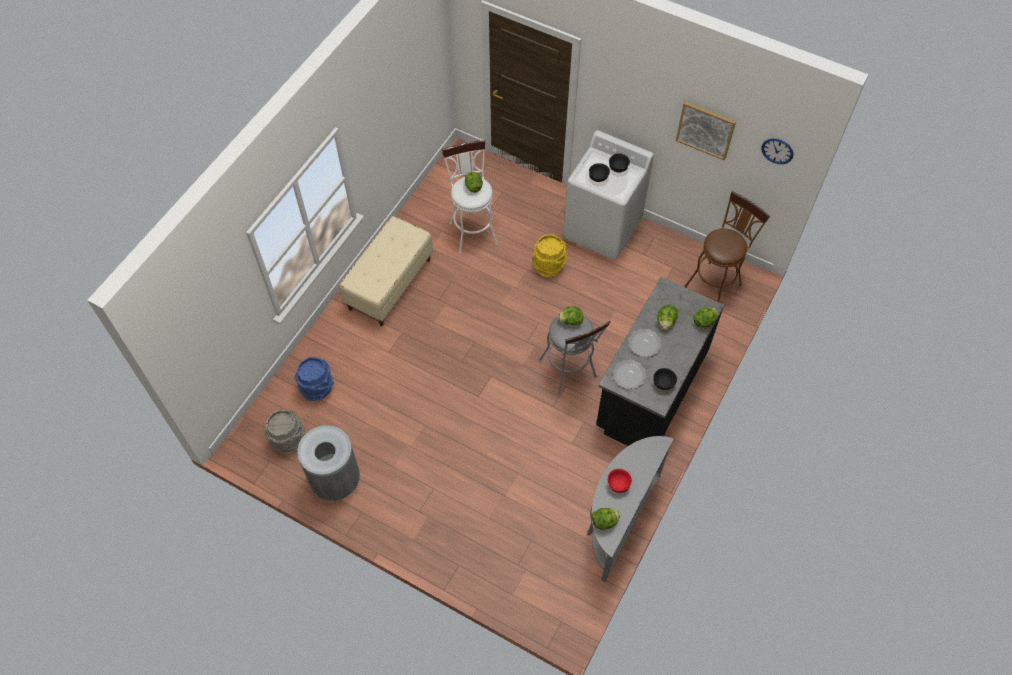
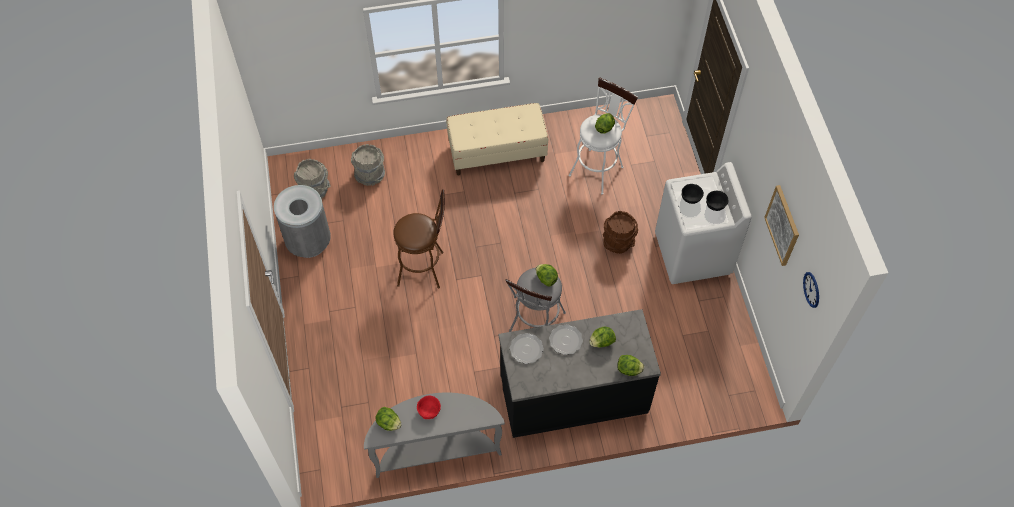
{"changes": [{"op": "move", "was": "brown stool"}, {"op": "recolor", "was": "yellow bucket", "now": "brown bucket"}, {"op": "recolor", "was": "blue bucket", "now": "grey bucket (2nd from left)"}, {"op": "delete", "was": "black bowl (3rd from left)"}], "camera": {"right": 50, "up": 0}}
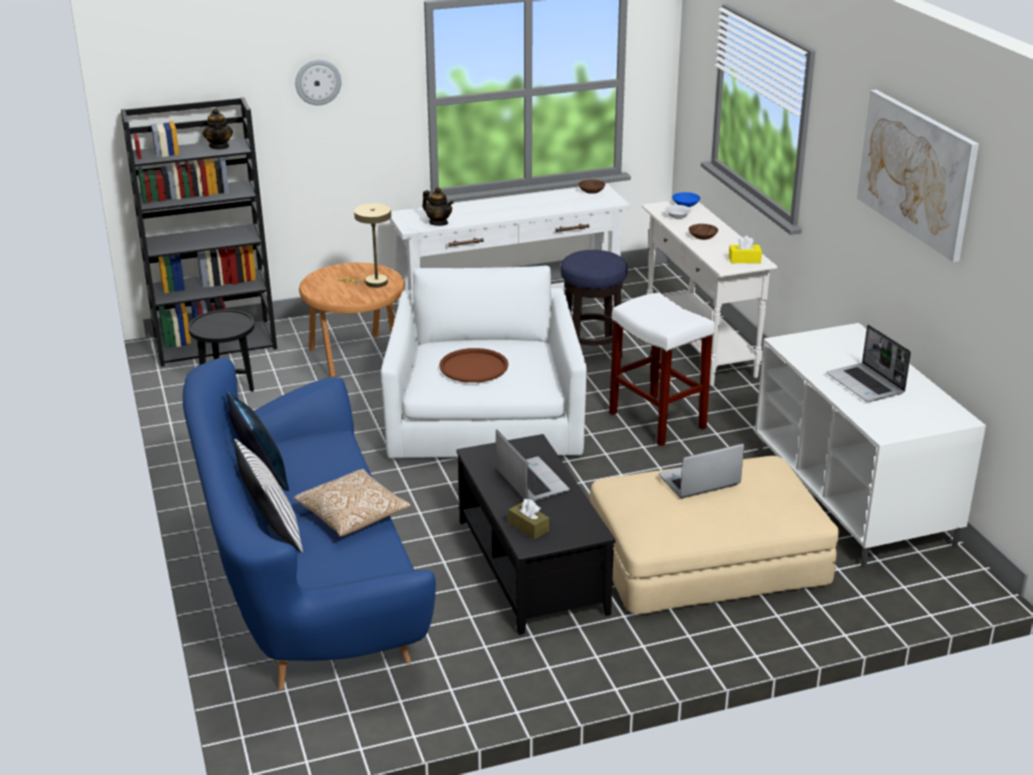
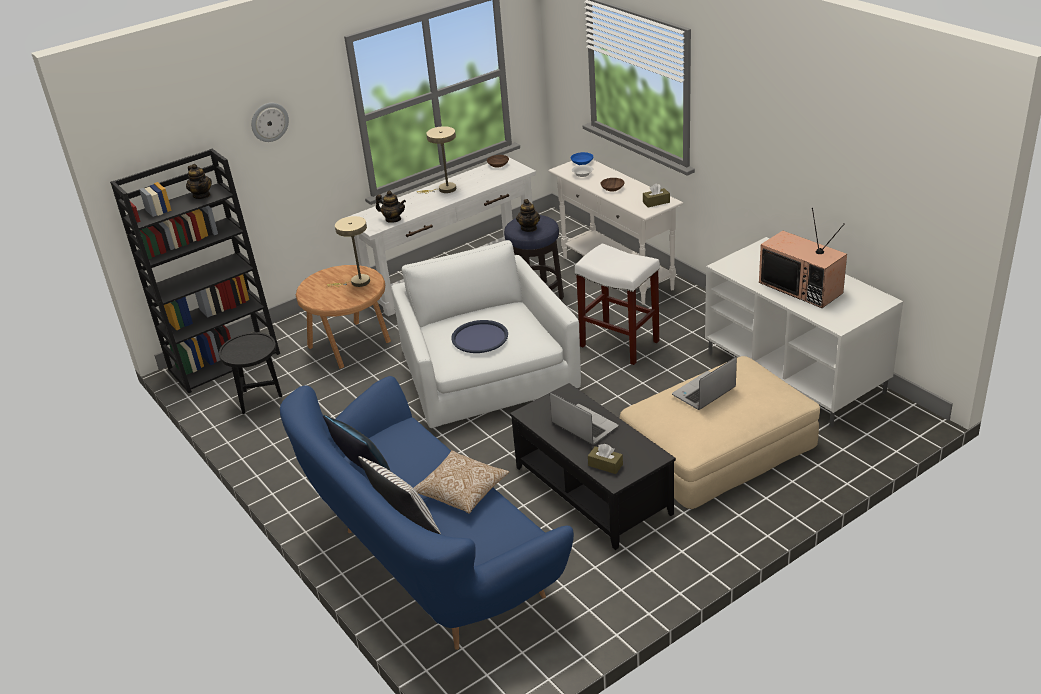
{"changes": [{"op": "delete", "was": "picture"}, {"op": "recolor", "was": "yellow tissue box", "now": "brown tissue box (2nd from left)"}, {"op": "replace", "was": "laptop (3rd from left)", "now": "television"}, {"op": "recolor", "was": "brown tray", "now": "blue tray"}, {"op": "insert", "now": "beige table lamp (2nd from left)"}, {"op": "insert", "now": "teapot (3rd from left)"}], "camera": {"right": -15, "up": 5}}
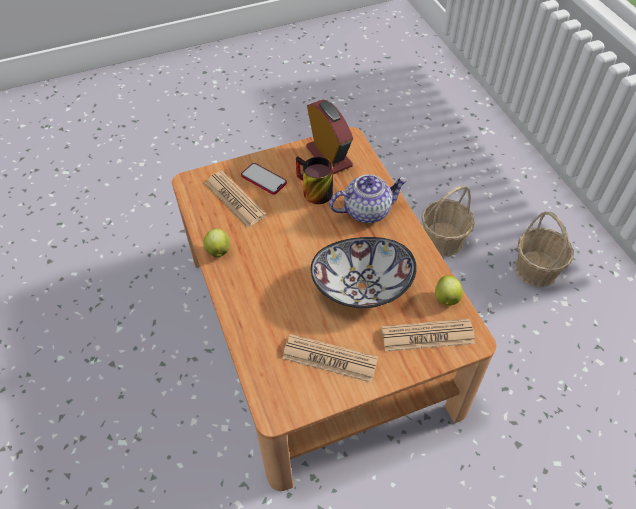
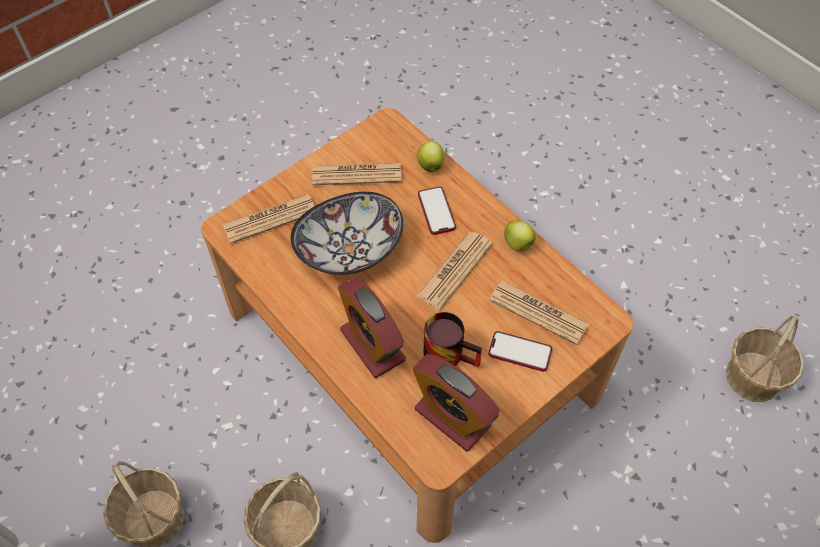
{"changes": [{"op": "replace", "was": "teapot", "now": "alarm clock (1st from left)"}, {"op": "move", "was": "apple (2nd from left in the first image)", "now": "apple (1st from left)"}, {"op": "insert", "now": "phone (1st from left)"}, {"op": "insert", "now": "newspaper (3rd from left)"}, {"op": "insert", "now": "basket (3rd from left)"}], "camera": {"right": 160, "up": 5}}
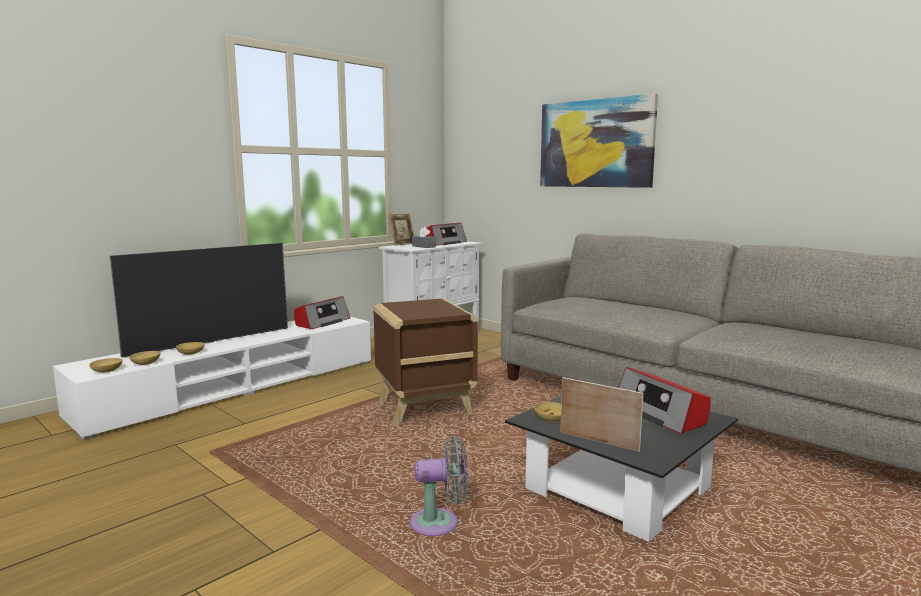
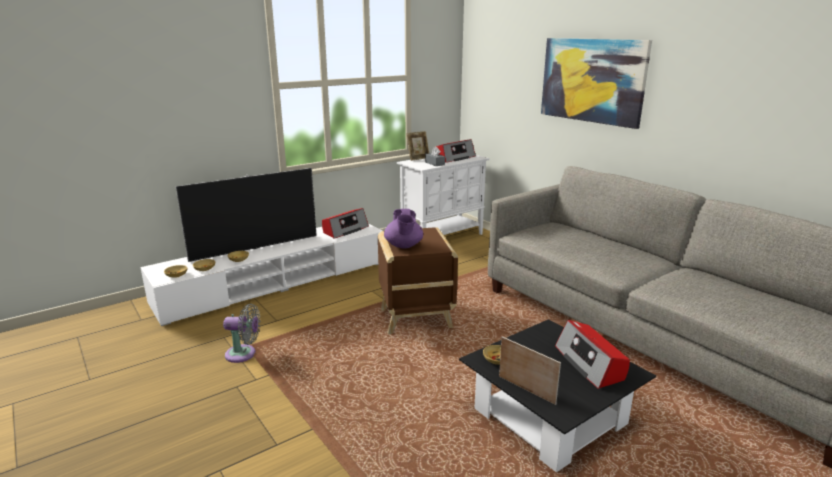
{"changes": [{"op": "move", "was": "grey fan"}, {"op": "insert", "now": "purple teapot"}], "camera": {"right": 10, "up": 10}}
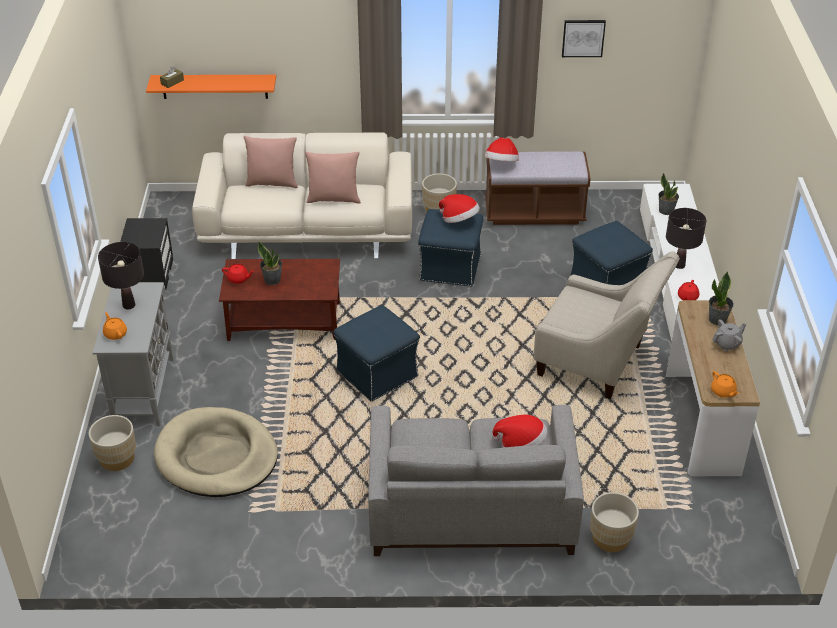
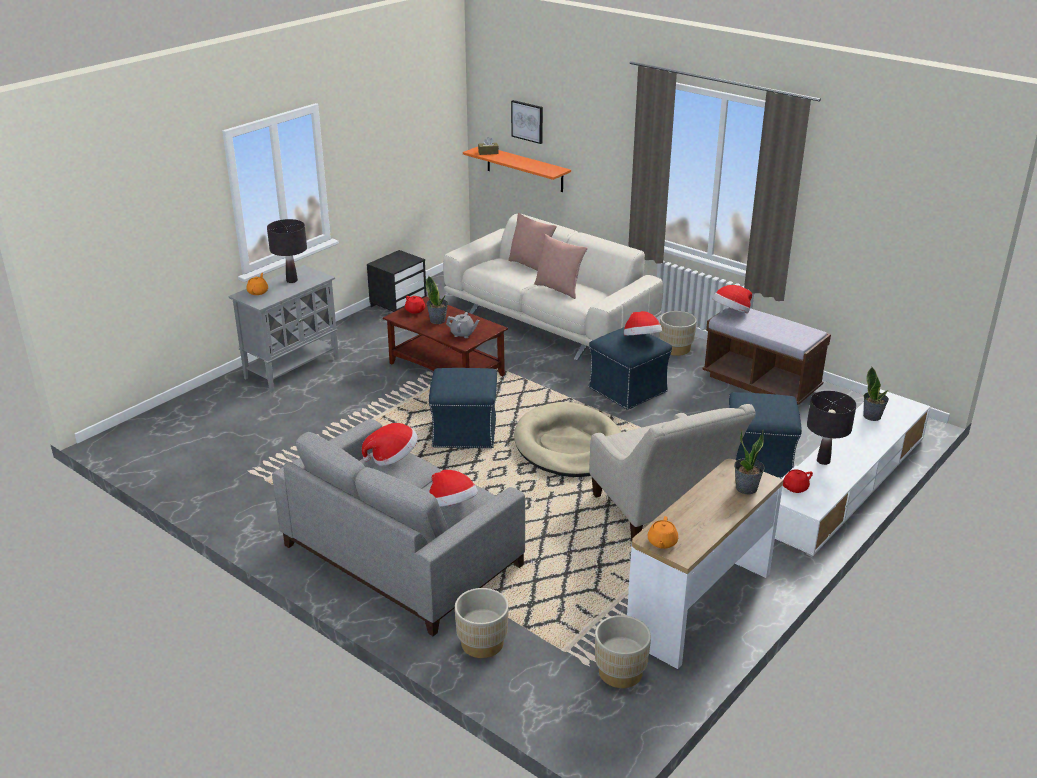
{"changes": [{"op": "move", "was": "picture"}, {"op": "move", "was": "grey teapot"}, {"op": "move", "was": "beige dog bed"}, {"op": "move", "was": "beige planter (1st from left in the first image)", "now": "beige planter (2nd from left)"}, {"op": "insert", "now": "hat (1st from left)"}], "camera": {"right": 40, "up": -10}}
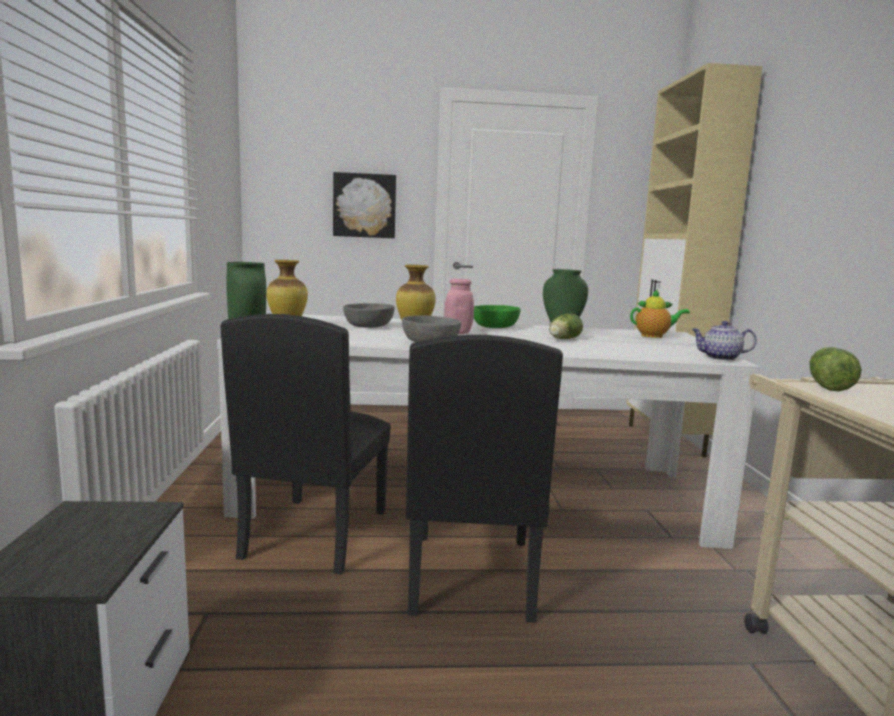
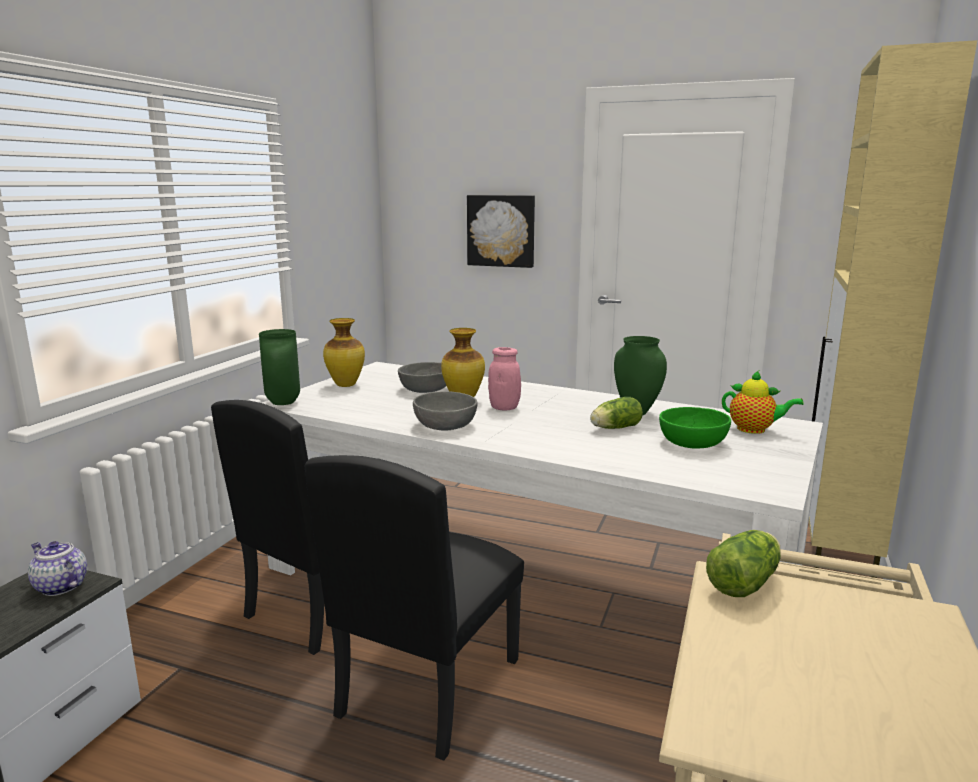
{"changes": [{"op": "move", "was": "green bowl"}, {"op": "move", "was": "teapot (2nd from left in the first image)", "now": "teapot (1st from left)"}], "camera": {"right": 25, "up": 5}}
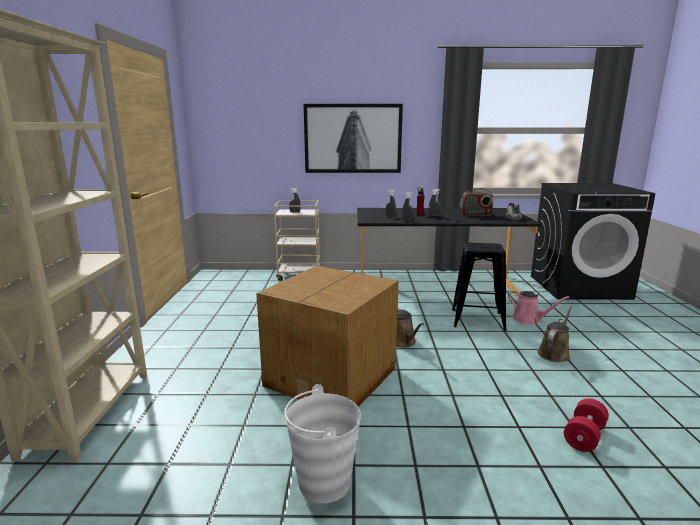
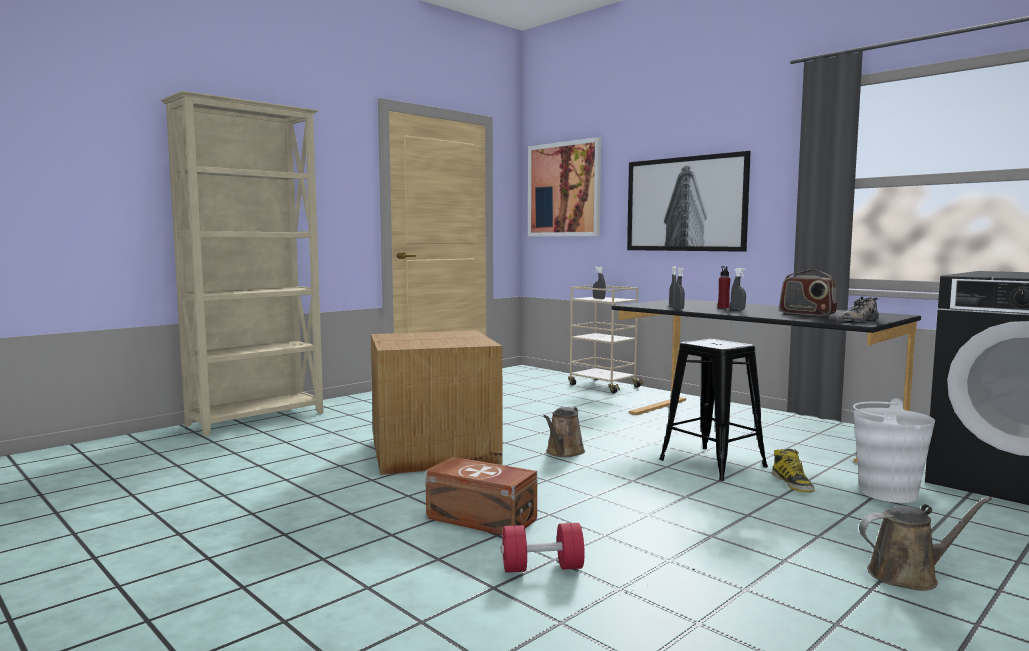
{"changes": [{"op": "replace", "was": "pink watering can", "now": "boot"}, {"op": "move", "was": "brown watering can (2nd from left)"}, {"op": "move", "was": "white bucket"}, {"op": "insert", "now": "picture (1st from left)"}, {"op": "insert", "now": "brown storage box"}], "camera": {"right": 45, "up": -10}}
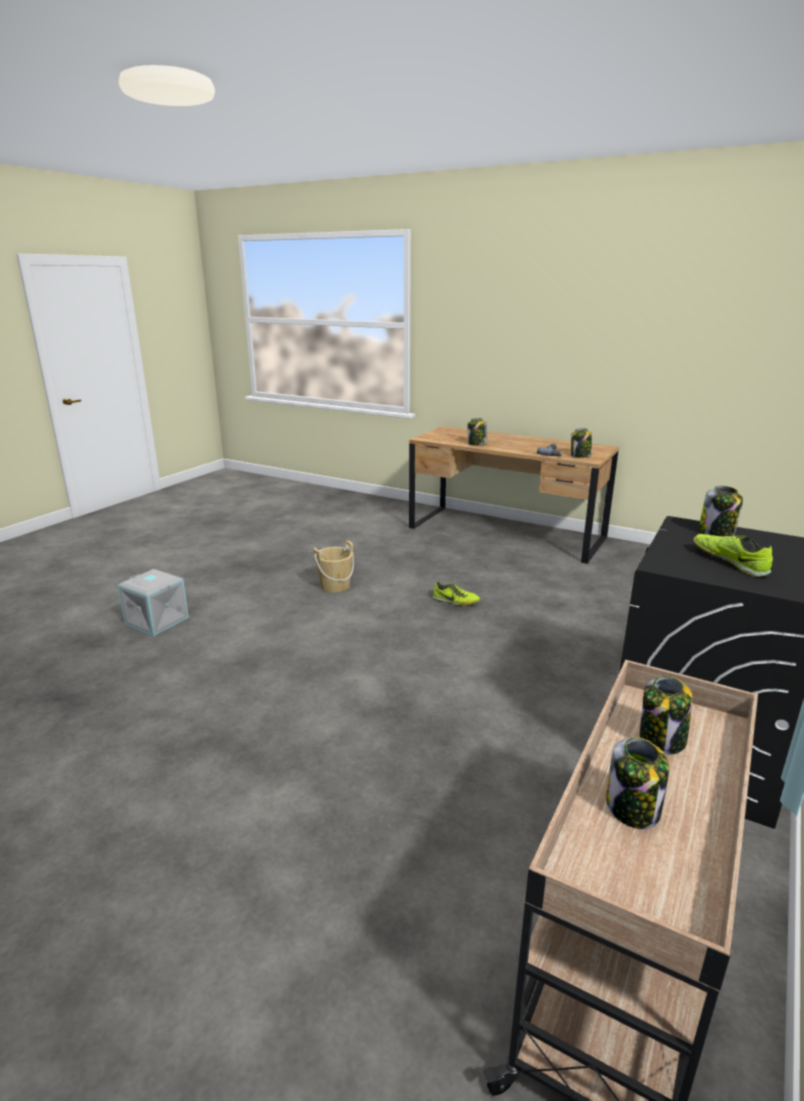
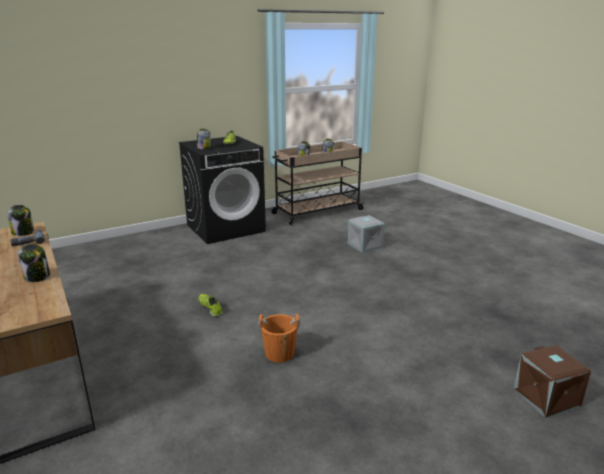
{"changes": [{"op": "recolor", "was": "beige bucket", "now": "orange bucket"}, {"op": "move", "was": "grey storage box"}, {"op": "insert", "now": "brown storage box"}], "camera": {"right": -150, "up": 0}}
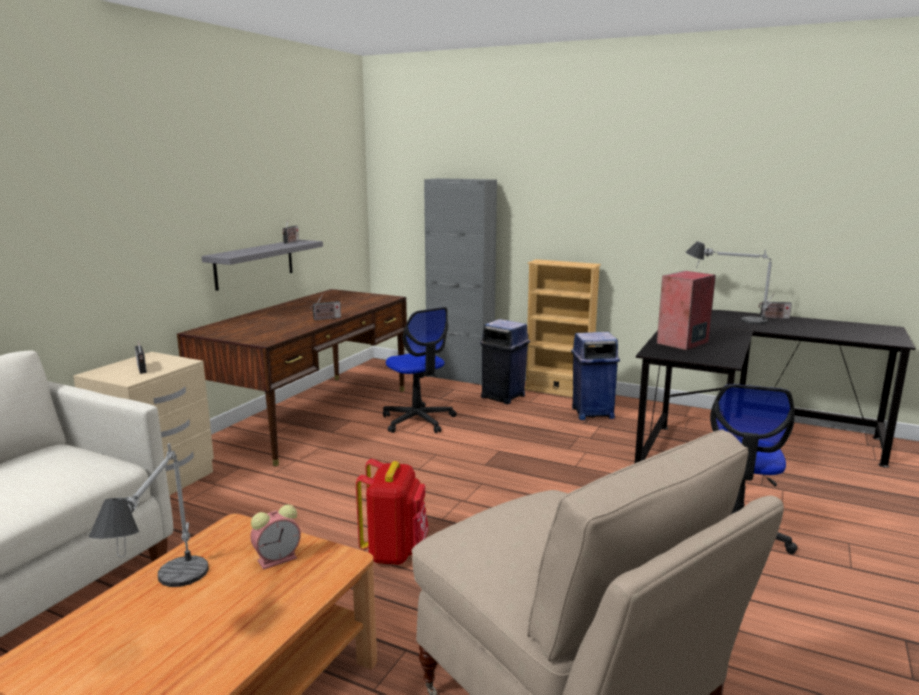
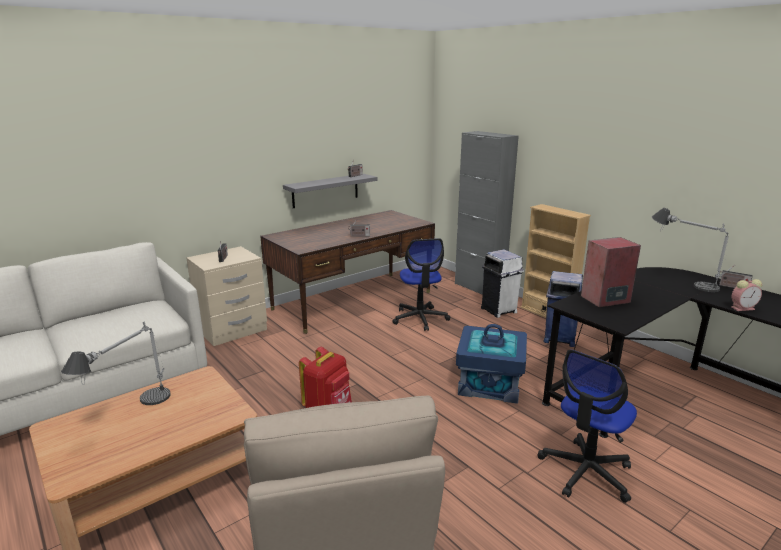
{"changes": [{"op": "recolor", "was": "blue trash can (1st from left)", "now": "white trash can"}, {"op": "move", "was": "alarm clock"}, {"op": "insert", "now": "blue storage box"}], "camera": {"right": 25, "up": 5}}
